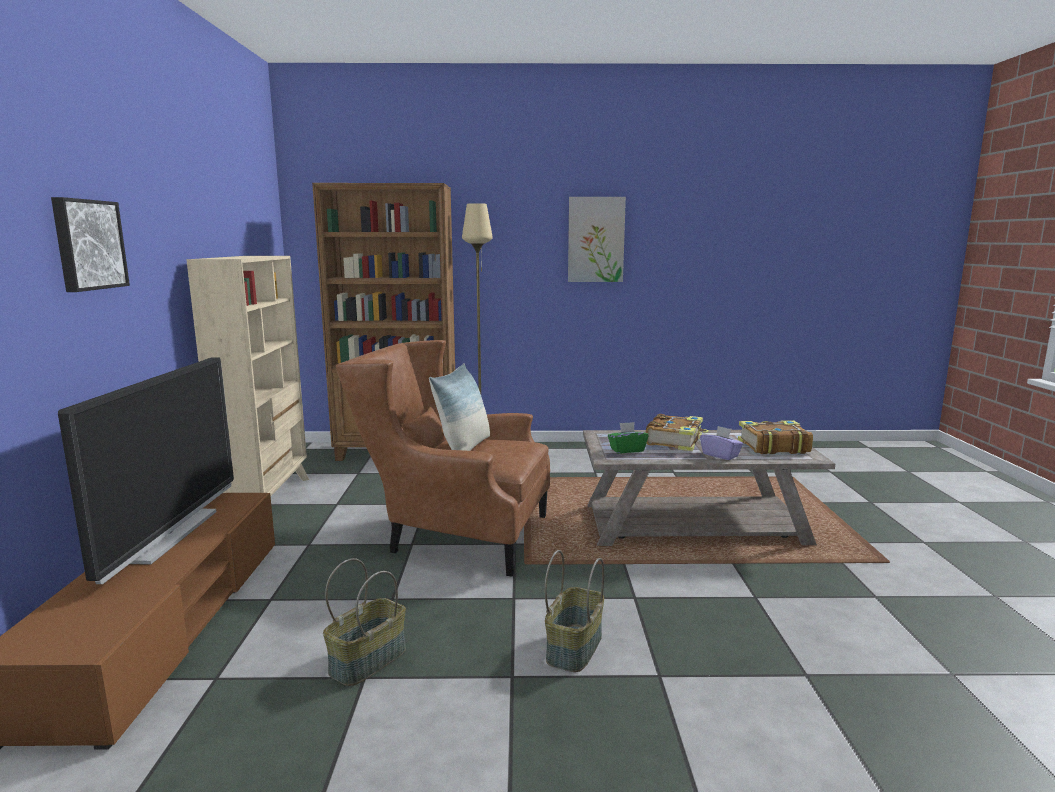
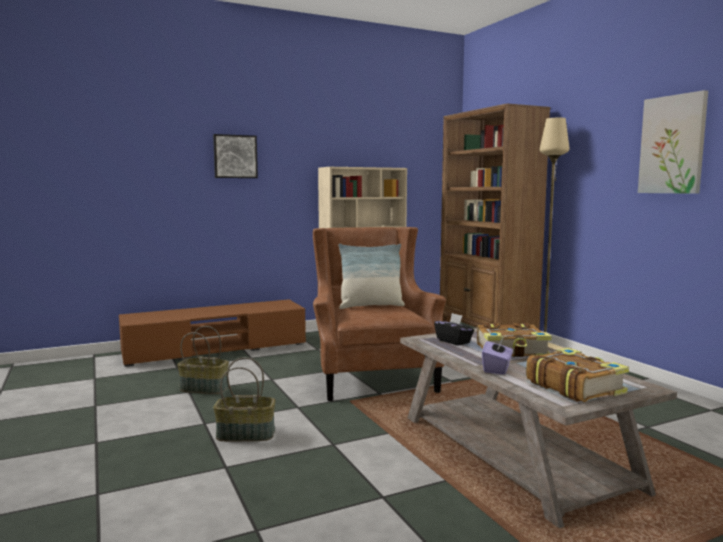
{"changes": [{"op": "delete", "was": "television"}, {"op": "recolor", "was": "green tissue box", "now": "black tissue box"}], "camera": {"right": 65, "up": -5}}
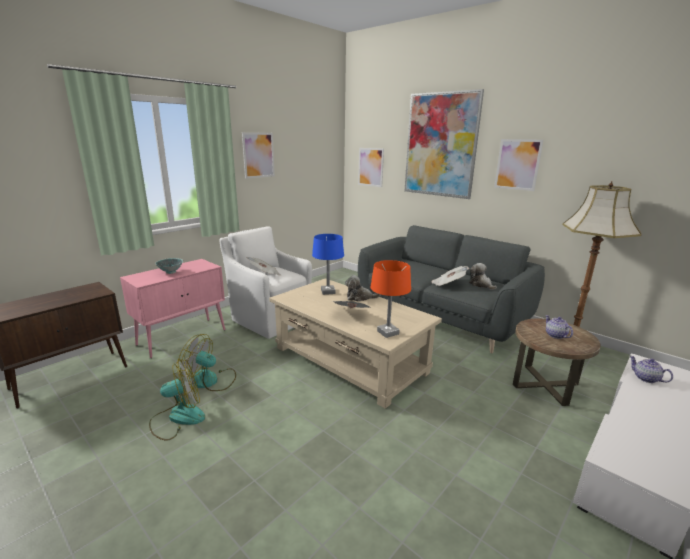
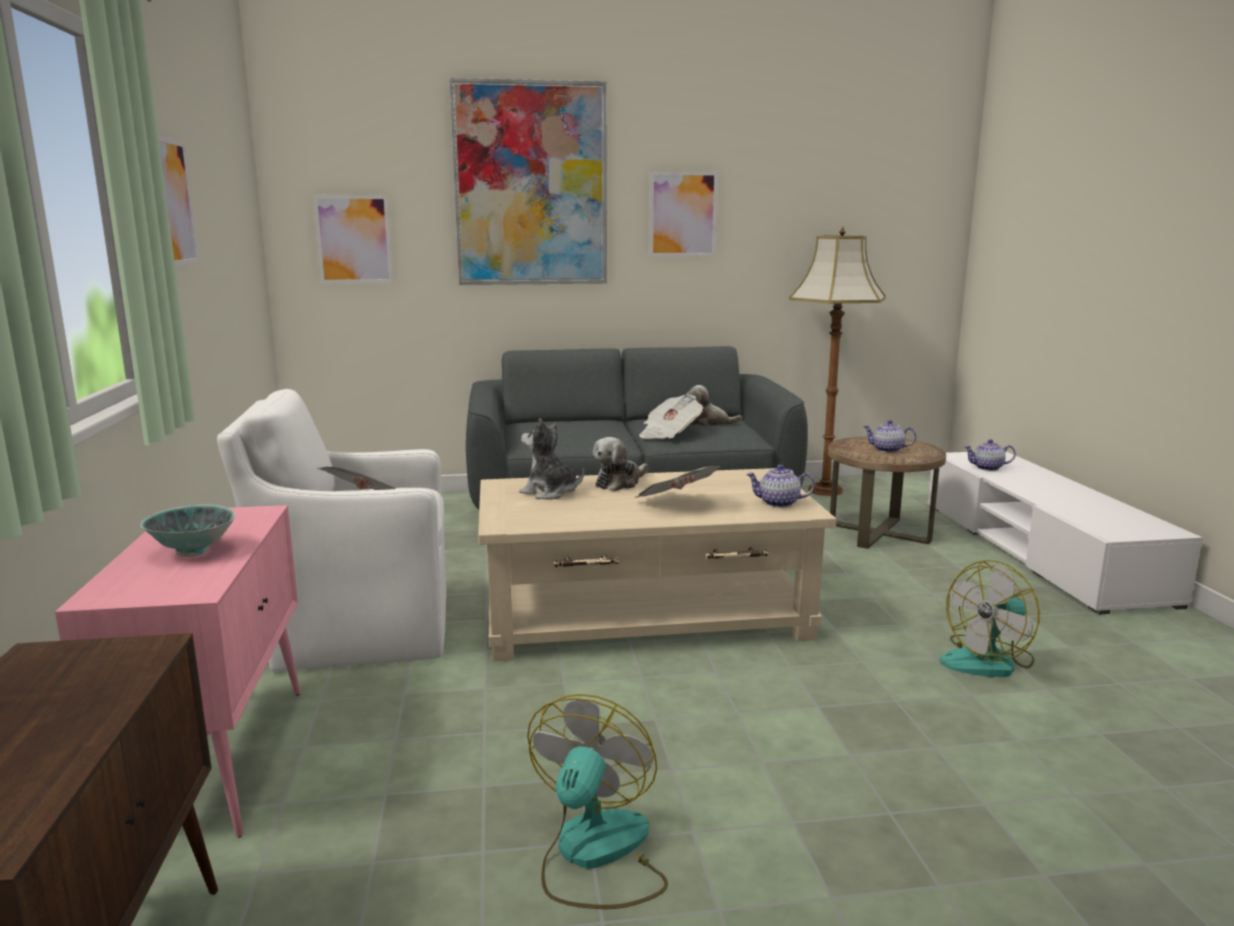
{"changes": [{"op": "replace", "was": "blue table lamp", "now": "plush toy (1st from left)"}, {"op": "replace", "was": "orange table lamp", "now": "teapot (1st from left)"}, {"op": "move", "was": "fan (2nd from left)"}], "camera": {"right": -50, "up": -5}}
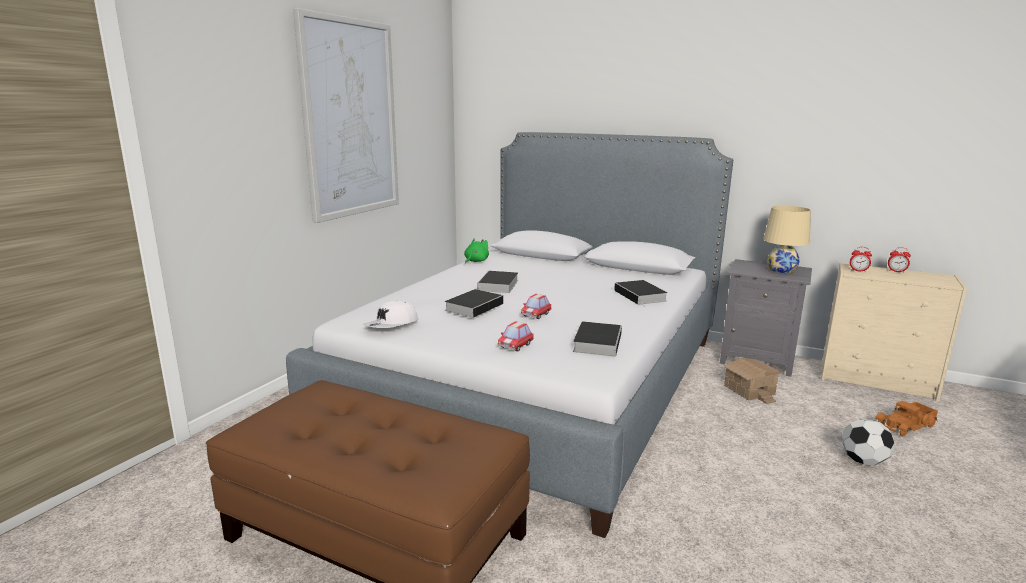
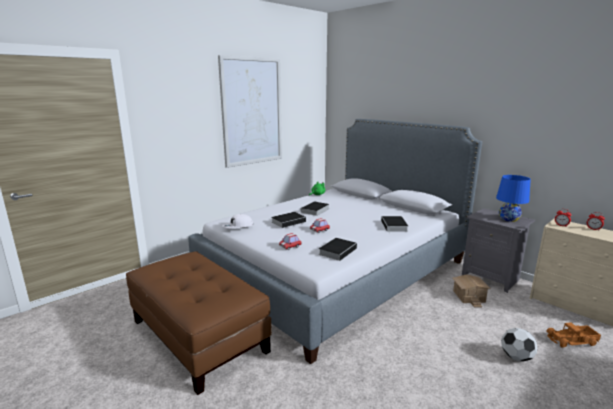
{"changes": [{"op": "recolor", "was": "beige table lamp", "now": "blue table lamp"}], "camera": {"right": 20, "up": 0}}
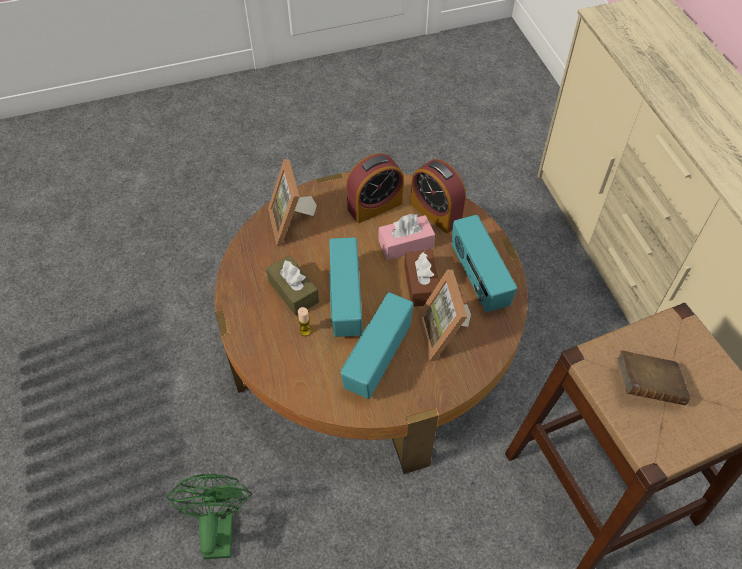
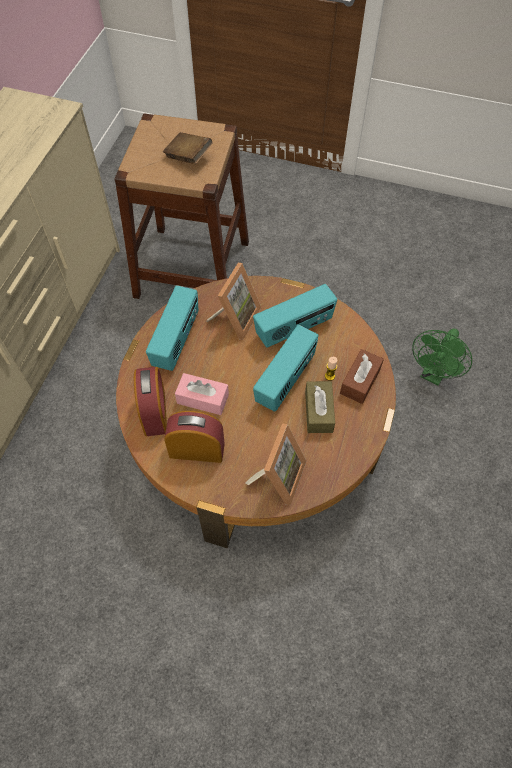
{"changes": [{"op": "move", "was": "brown tissue box (2nd from left)"}], "camera": {"right": -145, "up": 5}}
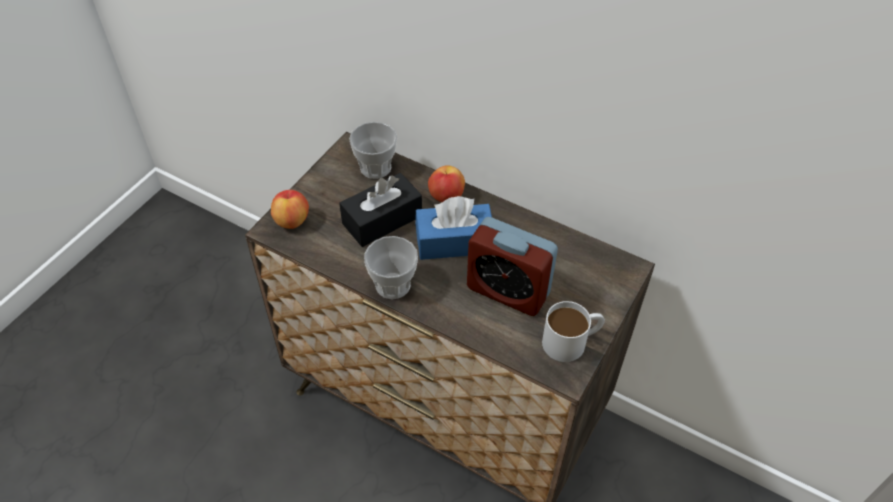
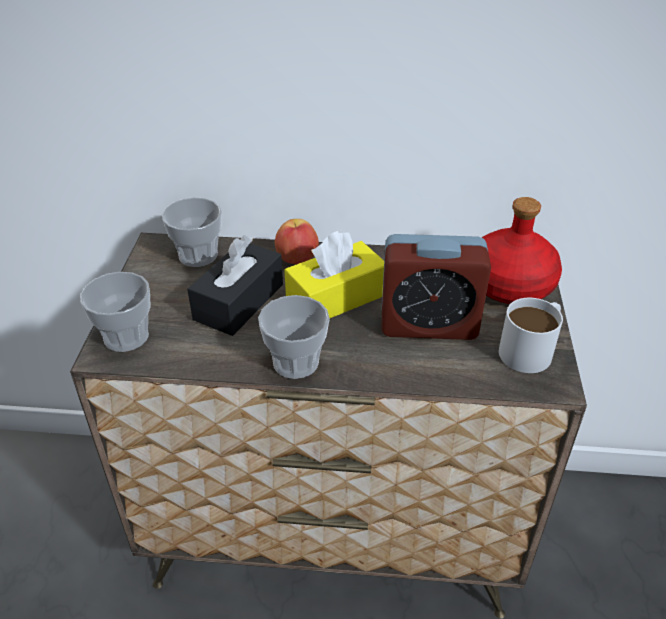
{"changes": [{"op": "replace", "was": "apple (1st from left)", "now": "cup (1st from left)"}, {"op": "recolor", "was": "blue tissue box", "now": "yellow tissue box"}, {"op": "insert", "now": "red bottle"}], "camera": {"right": -25, "up": -10}}
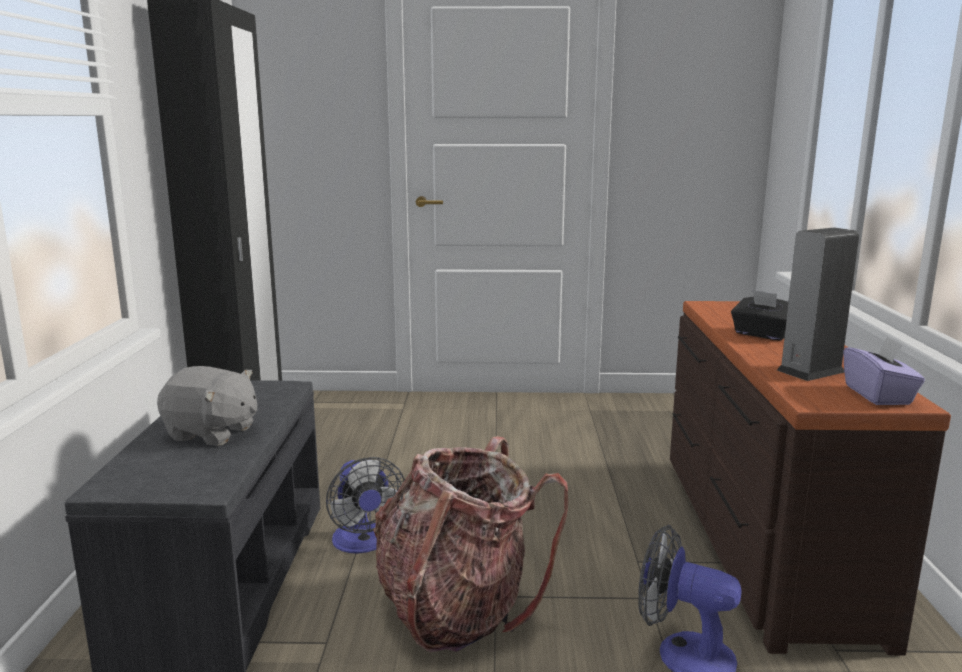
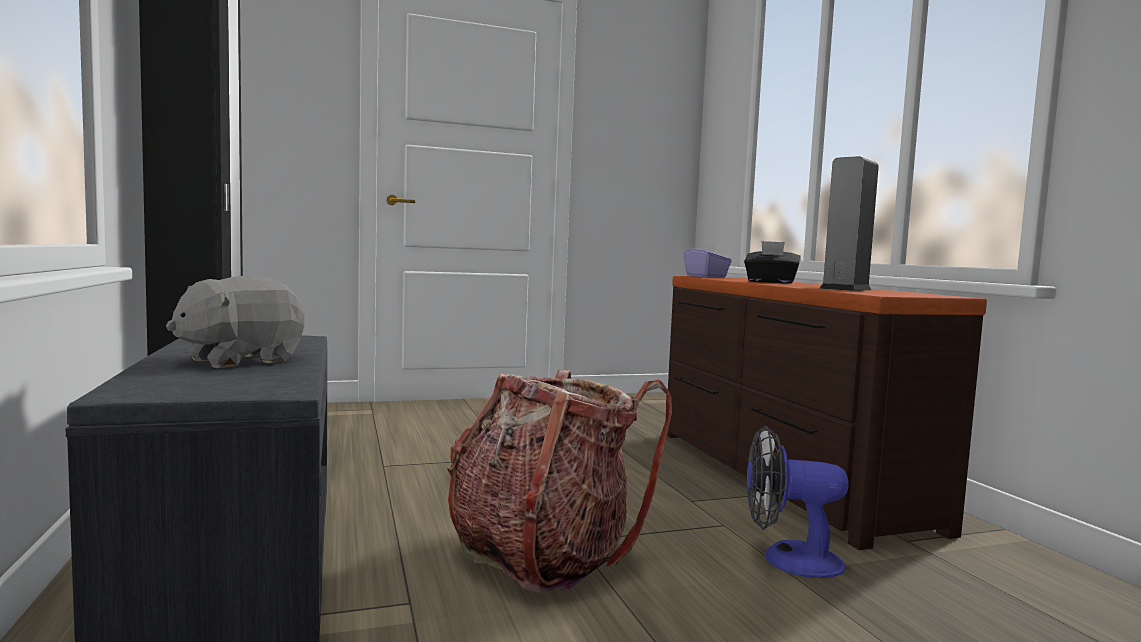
{"changes": [{"op": "move", "was": "purple tissue box"}, {"op": "rotate", "was": "grey plush toy", "clockwise": 135}, {"op": "delete", "was": "fan (1st from left)"}], "camera": {"right": -20, "up": -10}}
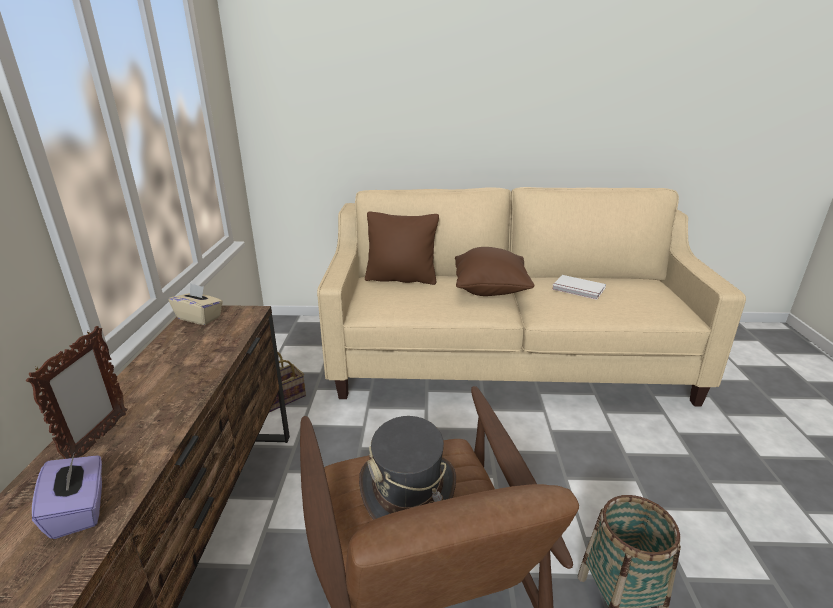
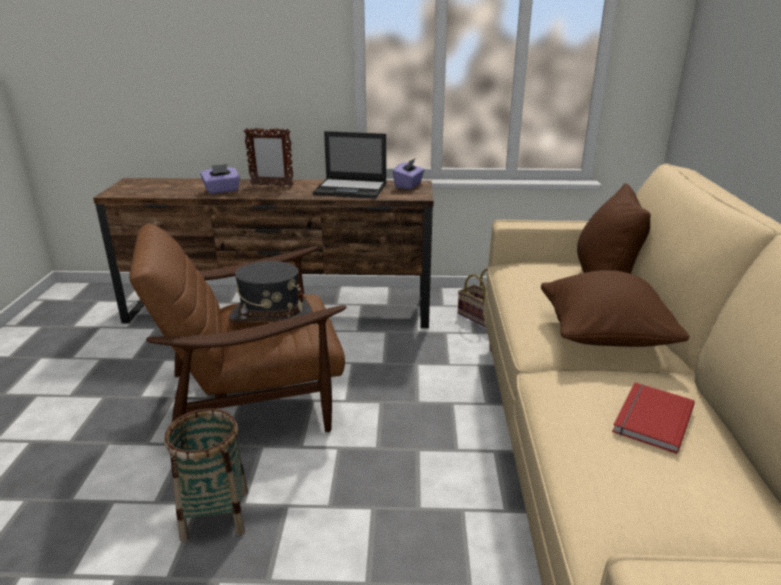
{"changes": [{"op": "recolor", "was": "white book", "now": "red book"}, {"op": "recolor", "was": "beige tissue box", "now": "purple tissue box (2nd from left)"}, {"op": "insert", "now": "laptop"}], "camera": {"right": 90, "up": 0}}
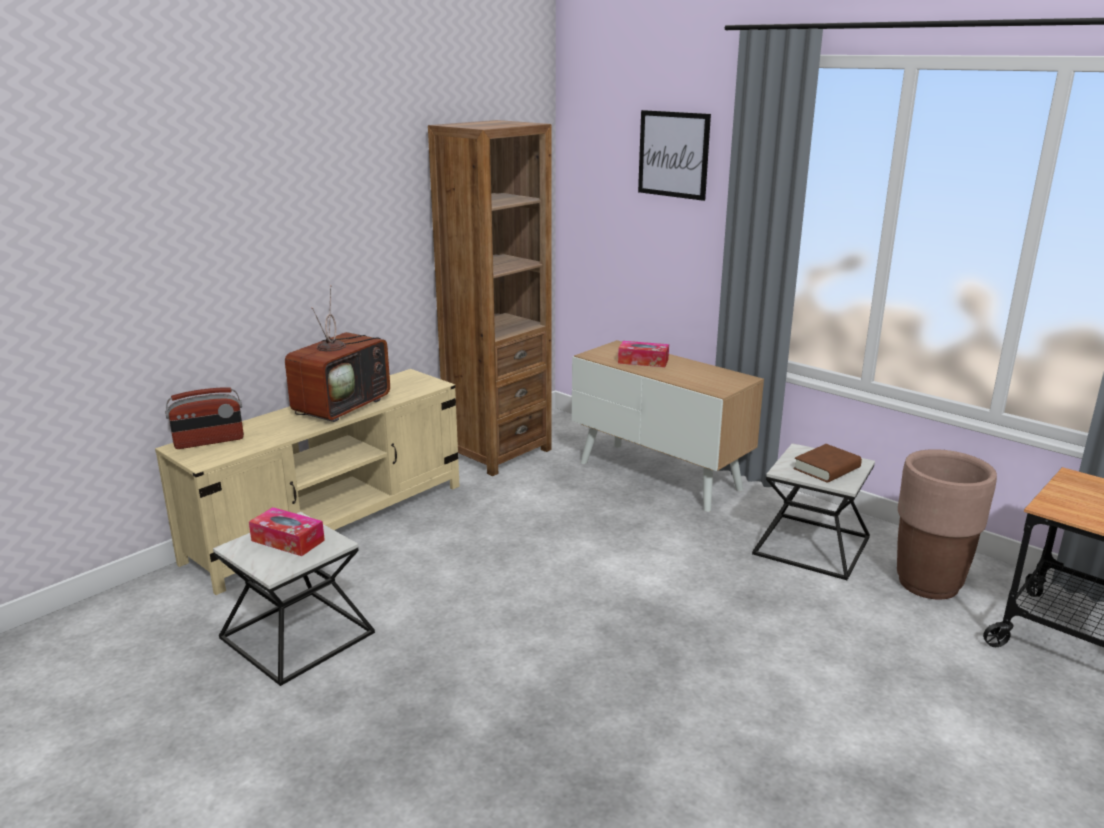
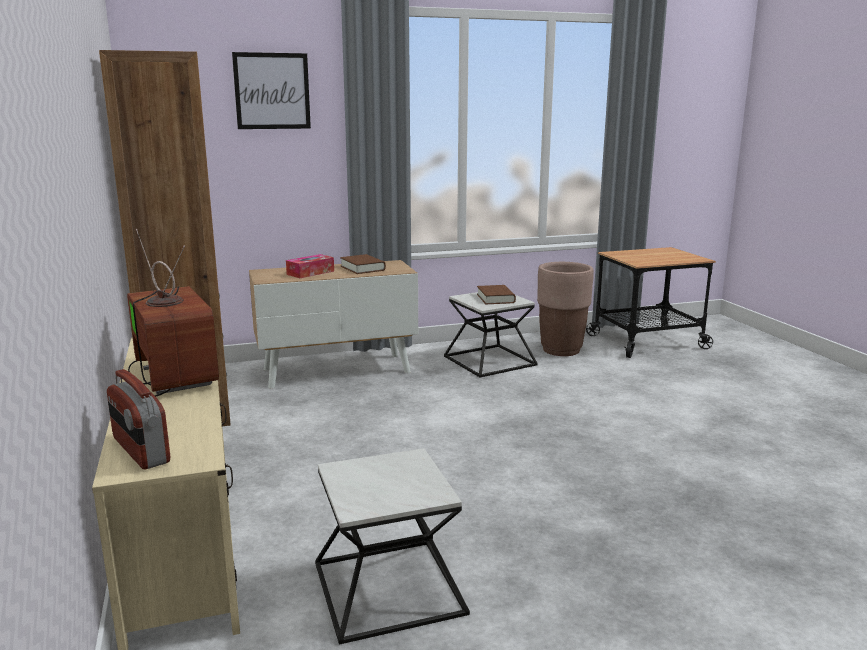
{"changes": [{"op": "rotate", "was": "radio", "clockwise": 135}, {"op": "delete", "was": "tissue box (1st from left)"}, {"op": "insert", "now": "brown book (1st from left)"}], "camera": {"right": -60, "up": -5}}
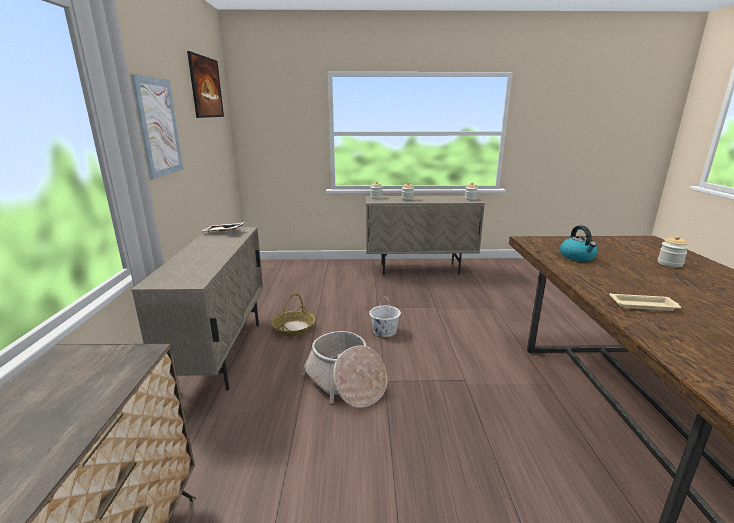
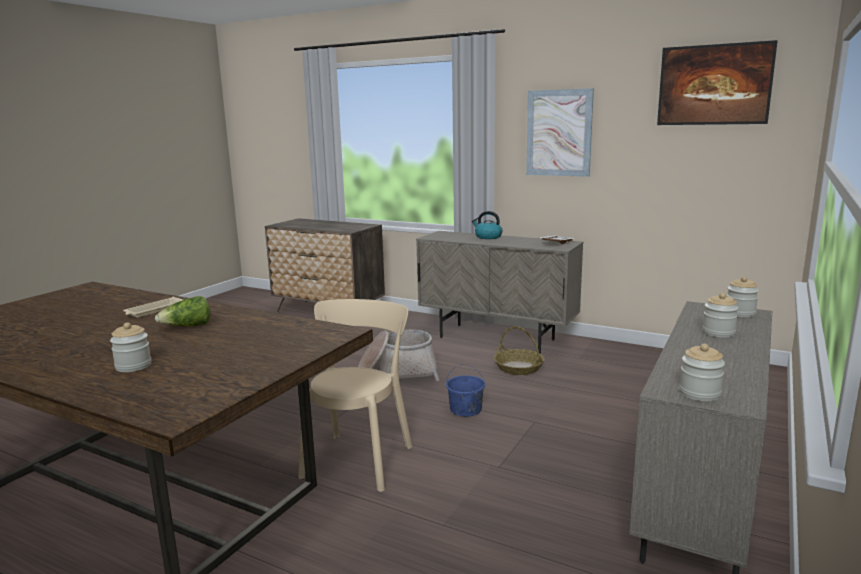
{"changes": [{"op": "move", "was": "kettle"}, {"op": "recolor", "was": "white bucket", "now": "blue bucket"}, {"op": "insert", "now": "lettuce"}, {"op": "insert", "now": "beige chair"}], "camera": {"right": 120, "up": -5}}
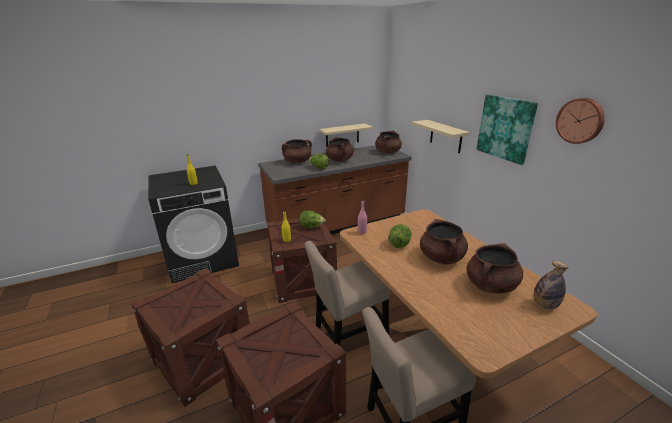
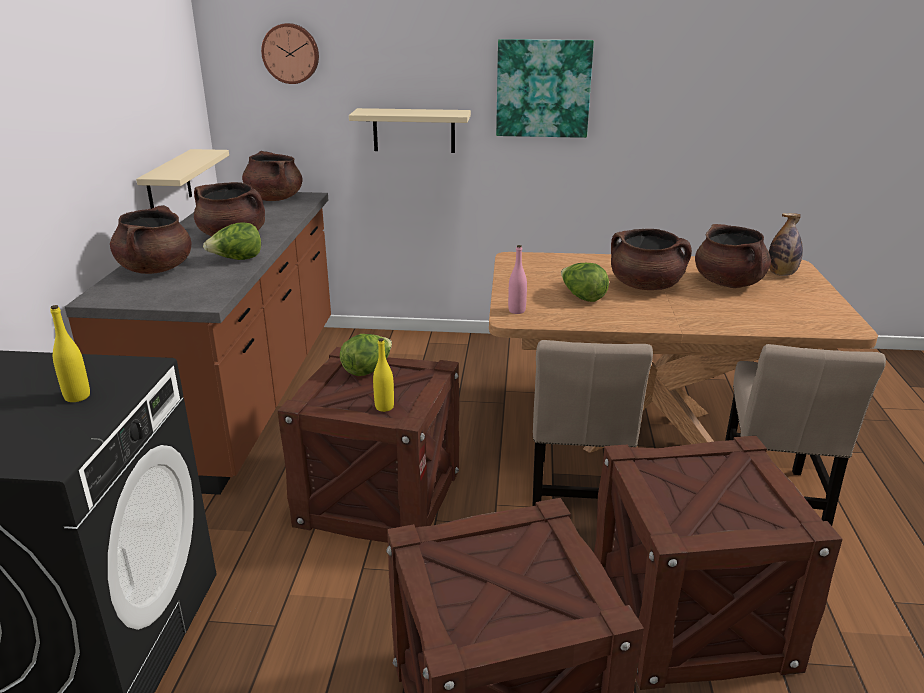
{"changes": [{"op": "move", "was": "wall clock"}], "camera": {"right": -60, "up": 0}}
